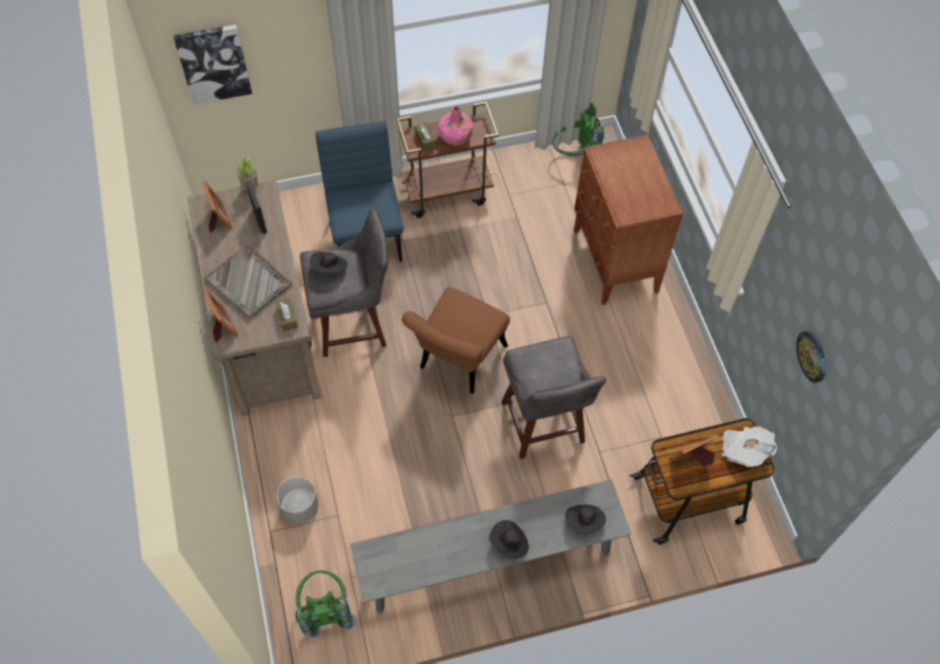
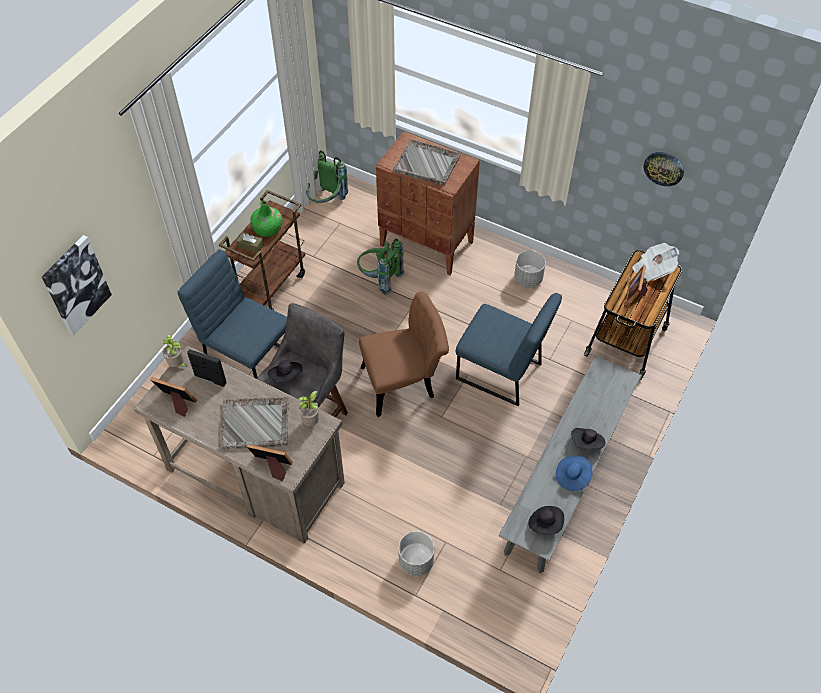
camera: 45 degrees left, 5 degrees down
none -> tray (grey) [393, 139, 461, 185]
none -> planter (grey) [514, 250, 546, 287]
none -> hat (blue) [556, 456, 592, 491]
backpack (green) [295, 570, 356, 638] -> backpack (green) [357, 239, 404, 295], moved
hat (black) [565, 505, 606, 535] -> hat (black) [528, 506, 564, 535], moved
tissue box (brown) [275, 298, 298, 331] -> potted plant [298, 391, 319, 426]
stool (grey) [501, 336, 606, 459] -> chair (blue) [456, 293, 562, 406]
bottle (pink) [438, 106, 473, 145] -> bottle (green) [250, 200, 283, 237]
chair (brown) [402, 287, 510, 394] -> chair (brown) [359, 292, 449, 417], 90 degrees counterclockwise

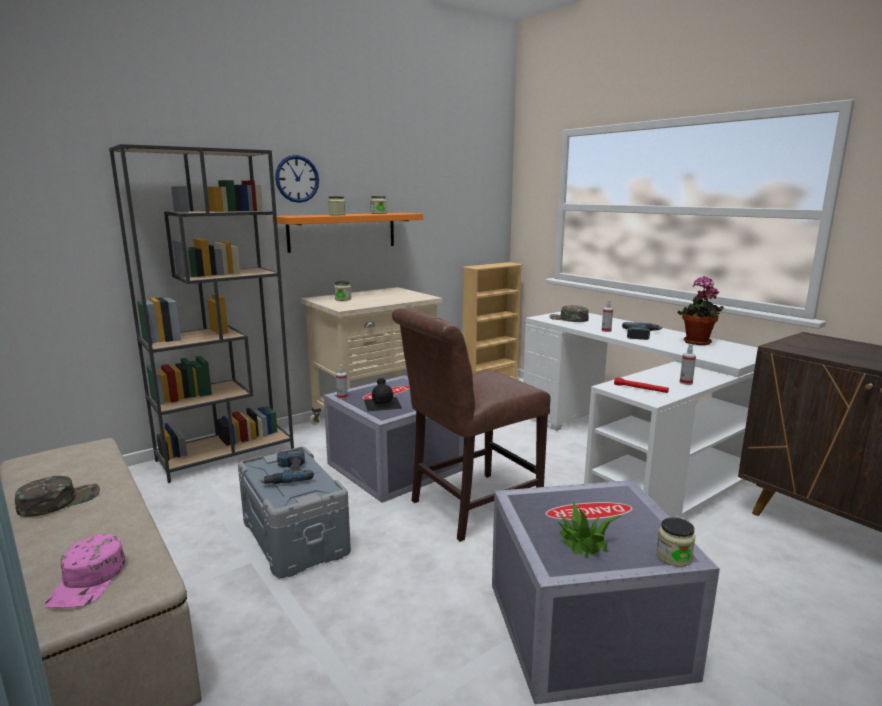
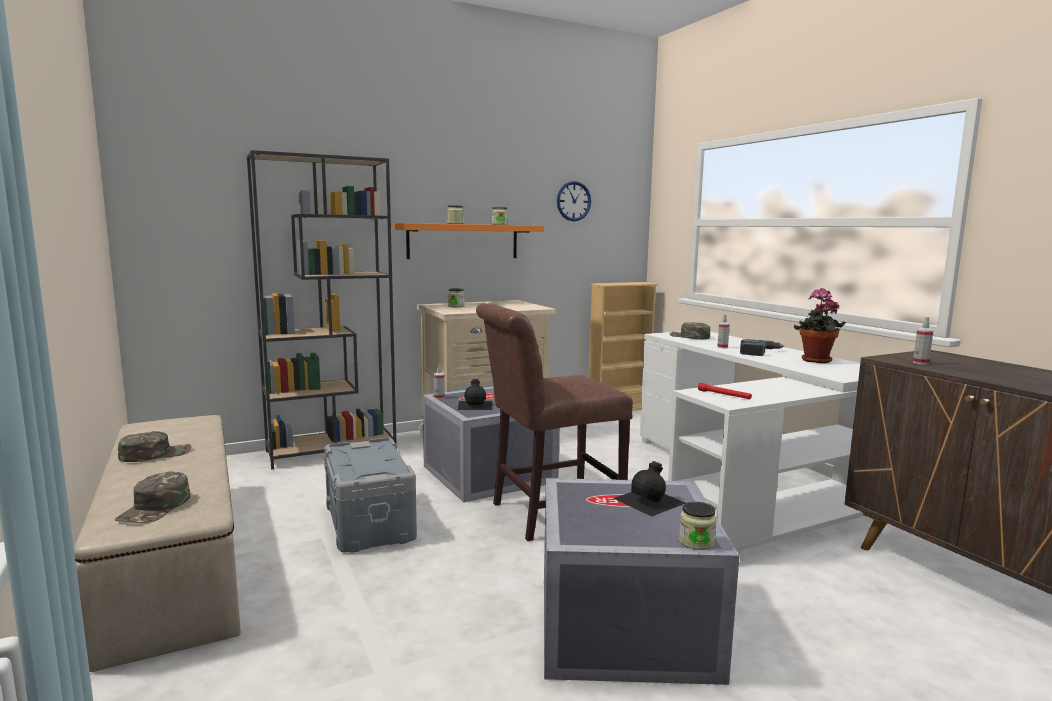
camera: 10 degrees right, 5 degrees down
power drill [259, 450, 314, 484] -> none
potted plant [556, 502, 623, 559] -> none
none -> bottle (black) [613, 461, 686, 517]
wall clock [275, 155, 319, 203] -> wall clock [557, 181, 591, 221], moved
spray bottle [680, 344, 696, 385] -> spray bottle [913, 317, 934, 365], moved
cap (pink) [45, 534, 125, 608] -> cap (green) [115, 471, 190, 523]

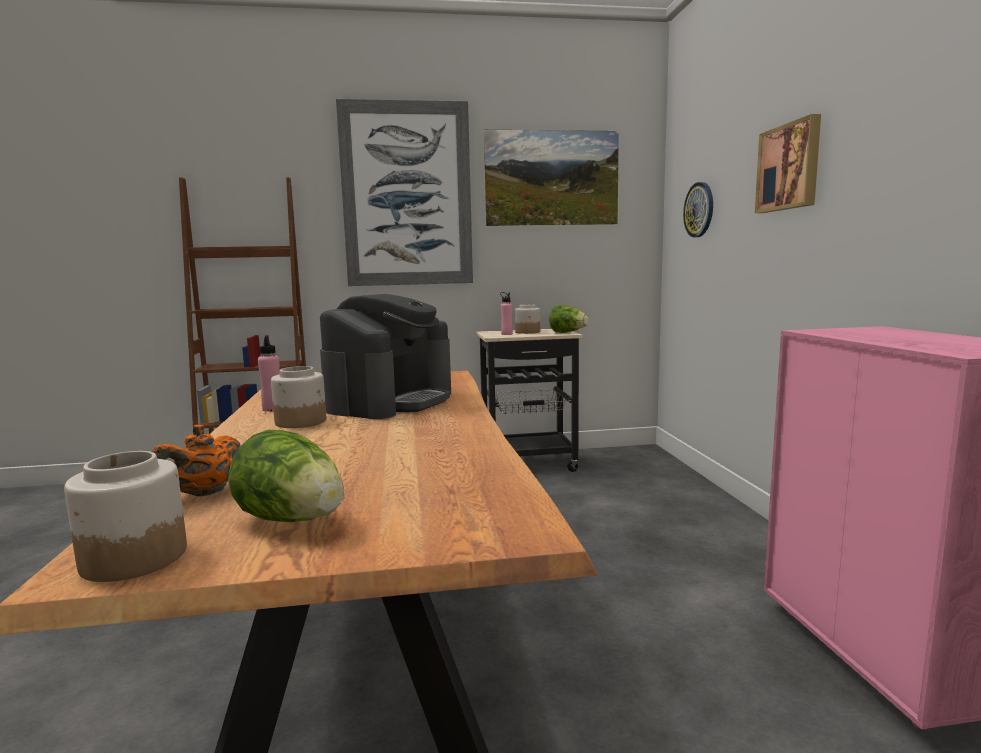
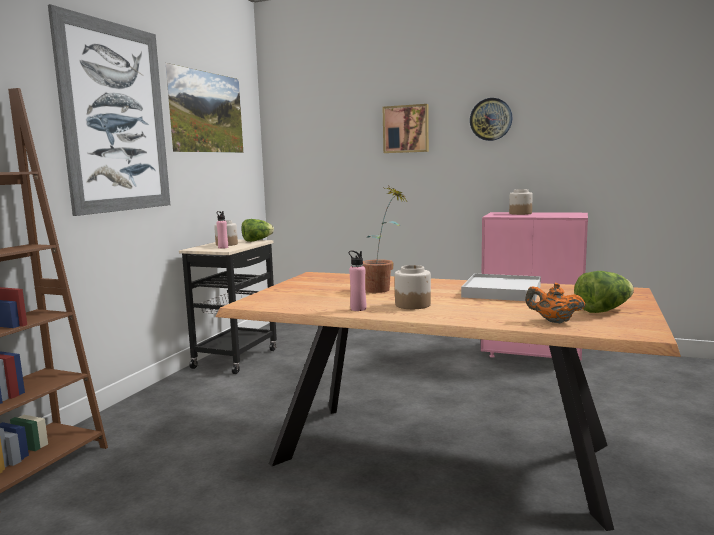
camera: 60 degrees left, 0 degrees up
none -> tray (white) [461, 274, 541, 301]
jar [64, 451, 187, 582] -> jar [509, 189, 533, 215], moved
wall clock [683, 182, 713, 237] -> wall clock [470, 98, 512, 141], moved
coffee machine [320, 294, 451, 419] -> potted plant [363, 187, 407, 293]
teapot (orange) [151, 425, 240, 497] -> teapot (orange) [525, 283, 586, 323], 150 degrees clockwise

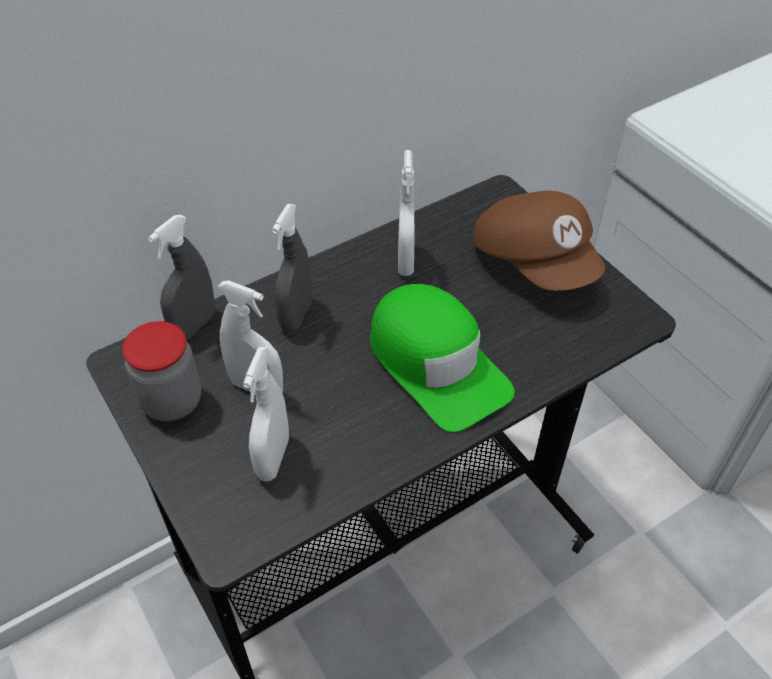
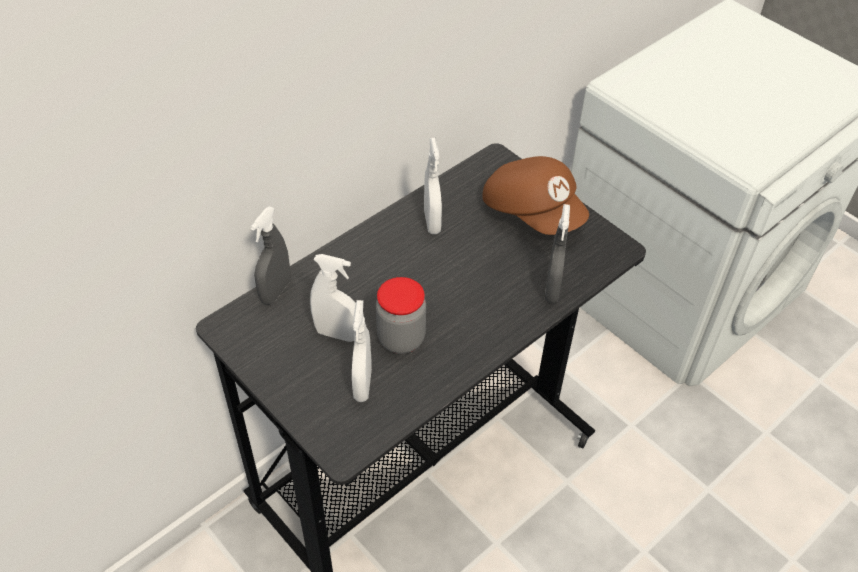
camera: 10 degrees left, 0 degrees up
cap (green) [370, 284, 515, 432] -> none
jar [122, 321, 201, 421] -> jar [376, 277, 426, 354], moved
spray bottle (grey) [272, 204, 312, 332] -> spray bottle (grey) [545, 204, 570, 303], moved

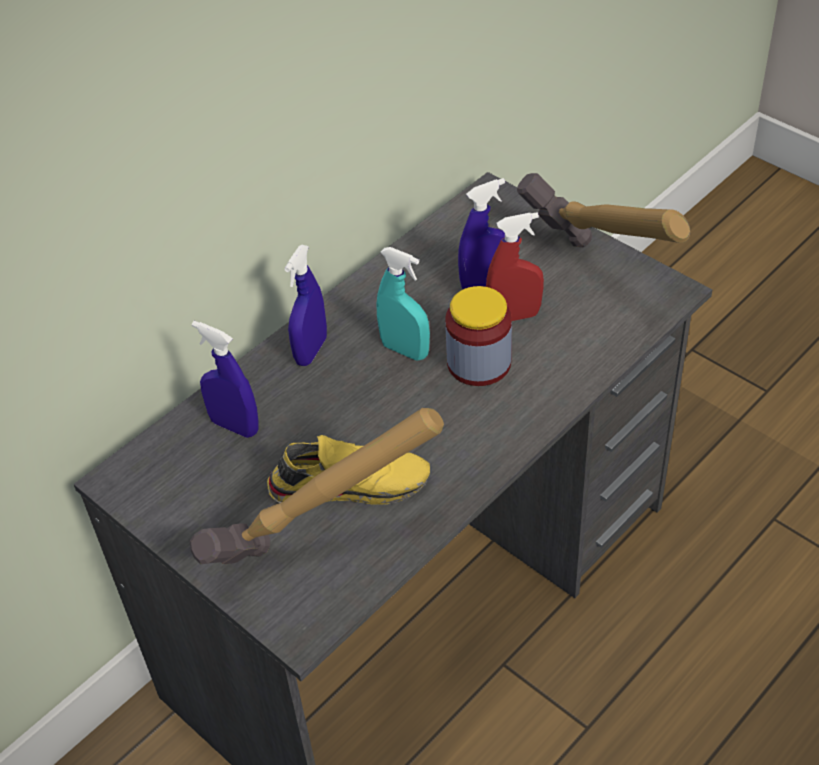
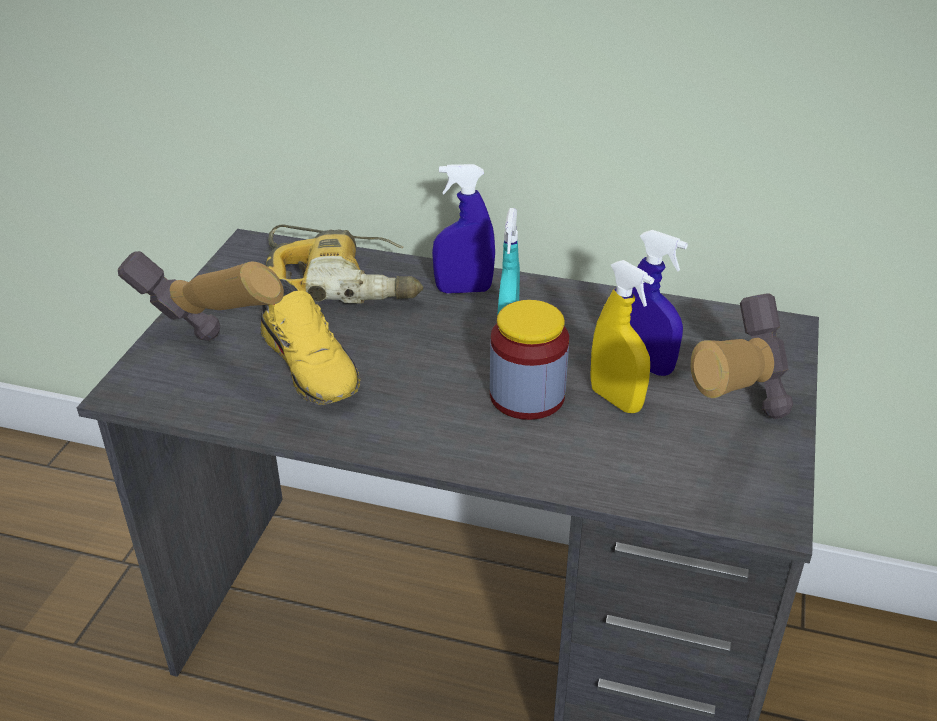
camera: 60 degrees right, 10 degrees down
spray bottle (blue) [192, 321, 259, 438] -> power drill [266, 224, 423, 304]
spray bottle (red) [486, 212, 544, 321] -> spray bottle (yellow) [590, 260, 654, 413]

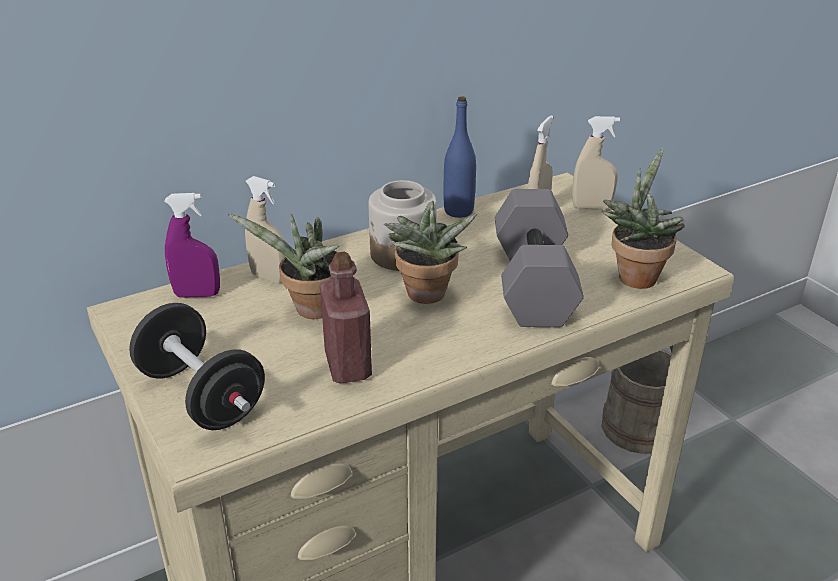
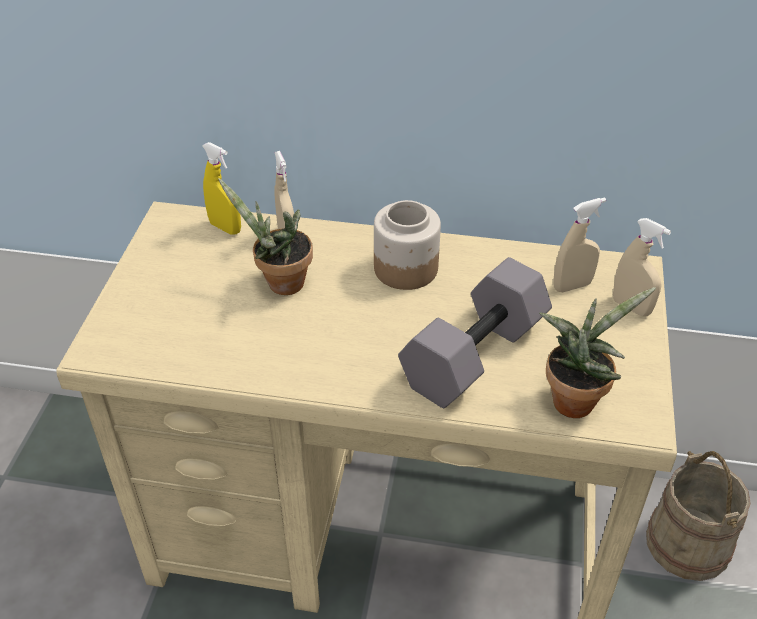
camera: 40 degrees right, 10 degrees up
dumbbell (black) [129, 303, 265, 430] -> none
bottle (red) [320, 252, 372, 383] -> none
potted plant [384, 201, 478, 304] -> none
bottle (blue) [444, 96, 476, 218] -> none
spray bottle (purple) [164, 193, 220, 298] -> spray bottle (yellow) [202, 142, 241, 235]

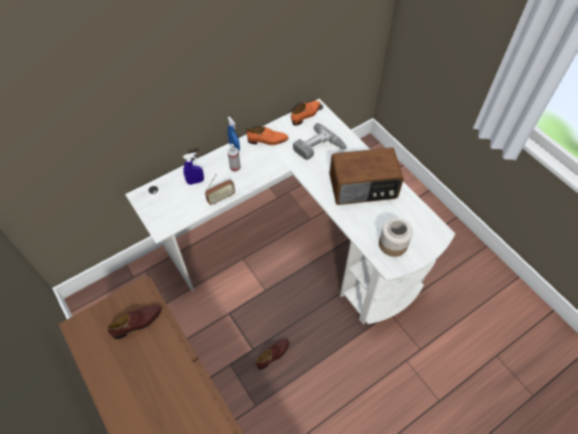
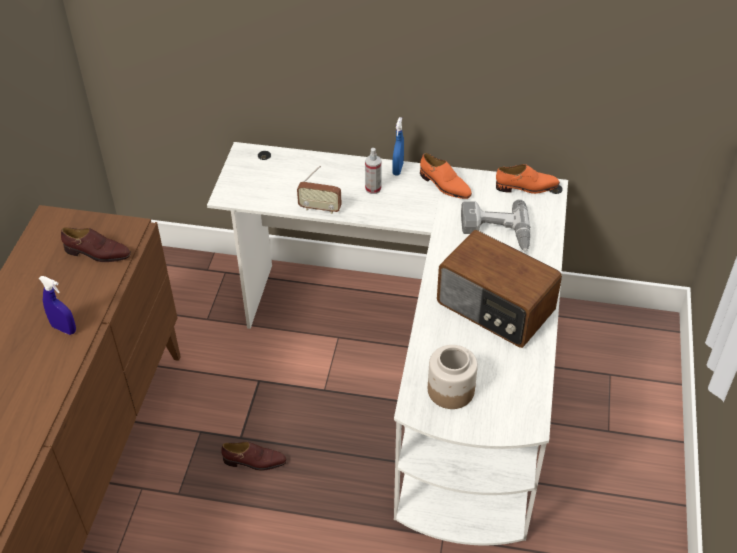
camera: 45 degrees right, 10 degrees down
spray bottle (blue) [183, 153, 204, 185] -> spray bottle (blue) [39, 276, 76, 335], moved

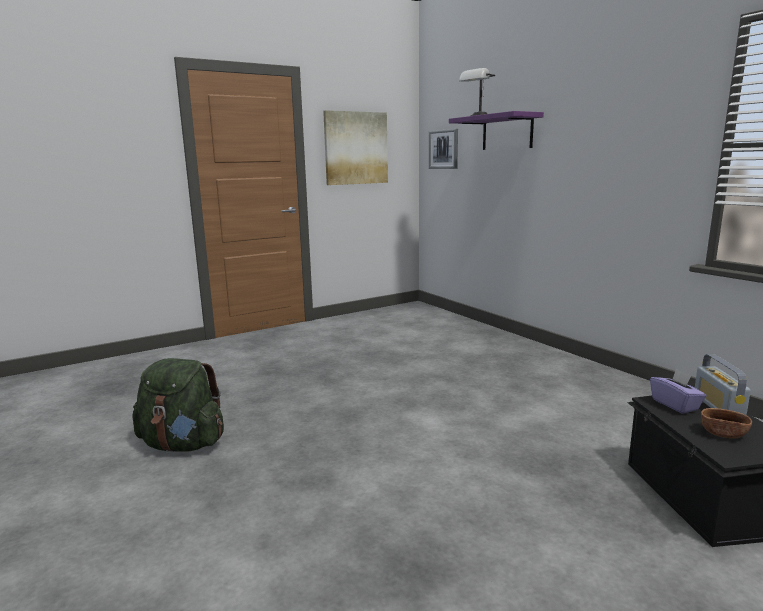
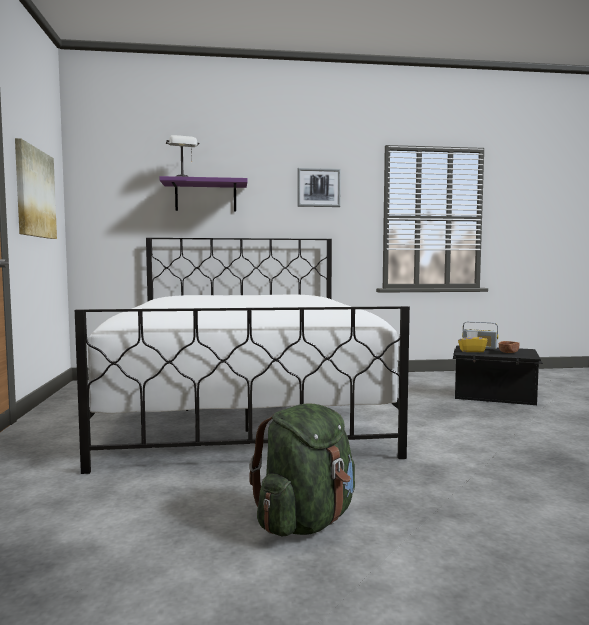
camera: 65 degrees left, 10 degrees down
none -> bed (white) [75, 238, 410, 474]
picture [429, 129, 458, 169] -> picture [298, 168, 341, 207], moved
tissue box (purple) [650, 369, 707, 414] -> tissue box (yellow) [458, 331, 488, 352]

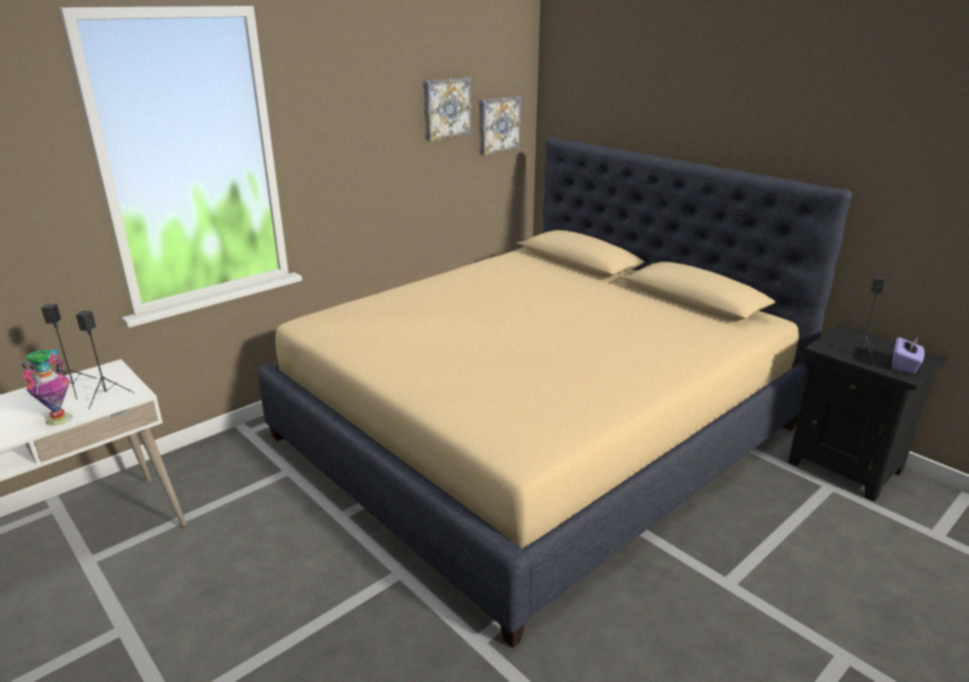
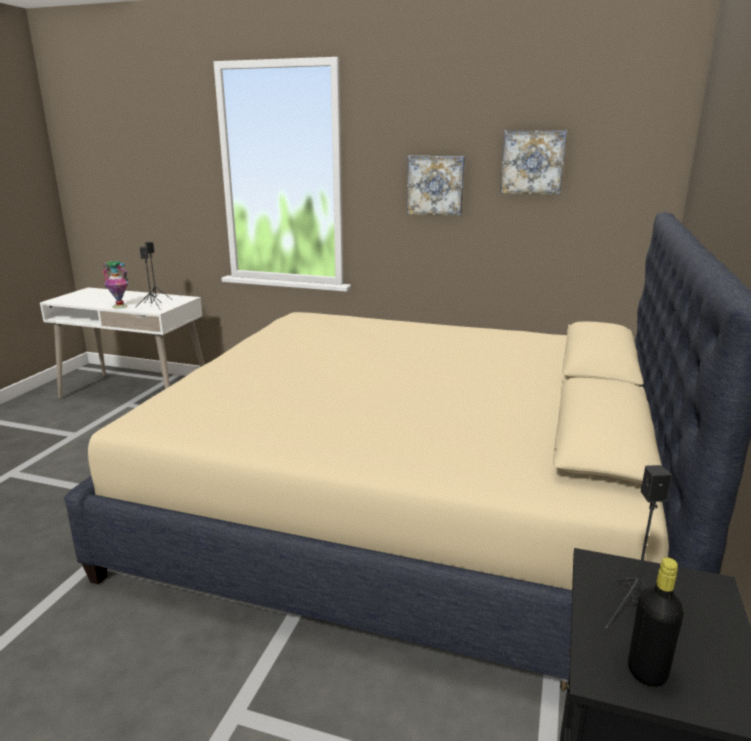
camera: 60 degrees right, 5 degrees down
picture [479, 96, 521, 155] -> picture [407, 156, 465, 216], moved
tissue box (purple) [892, 336, 925, 374] -> bottle (black) [628, 557, 684, 687]

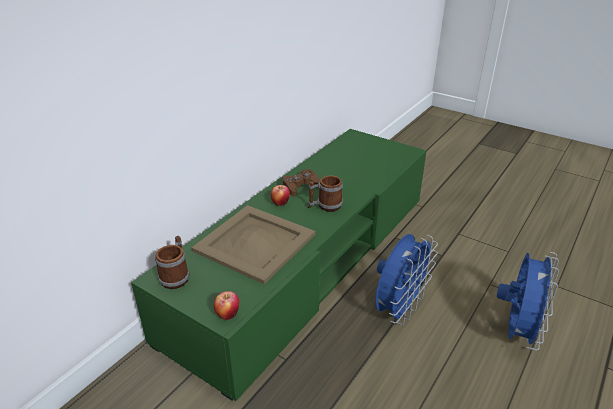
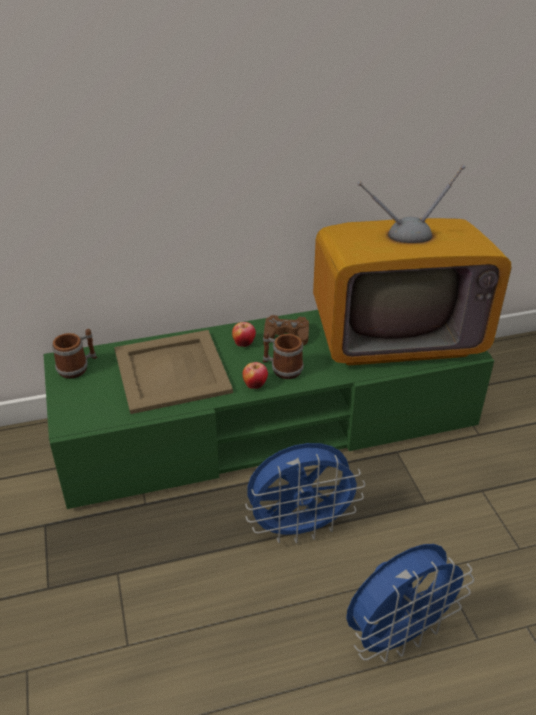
camera: 40 degrees right, 5 degrees up
none -> television [313, 165, 511, 365]
apple [214, 291, 239, 320] -> apple [243, 362, 268, 389], moved

